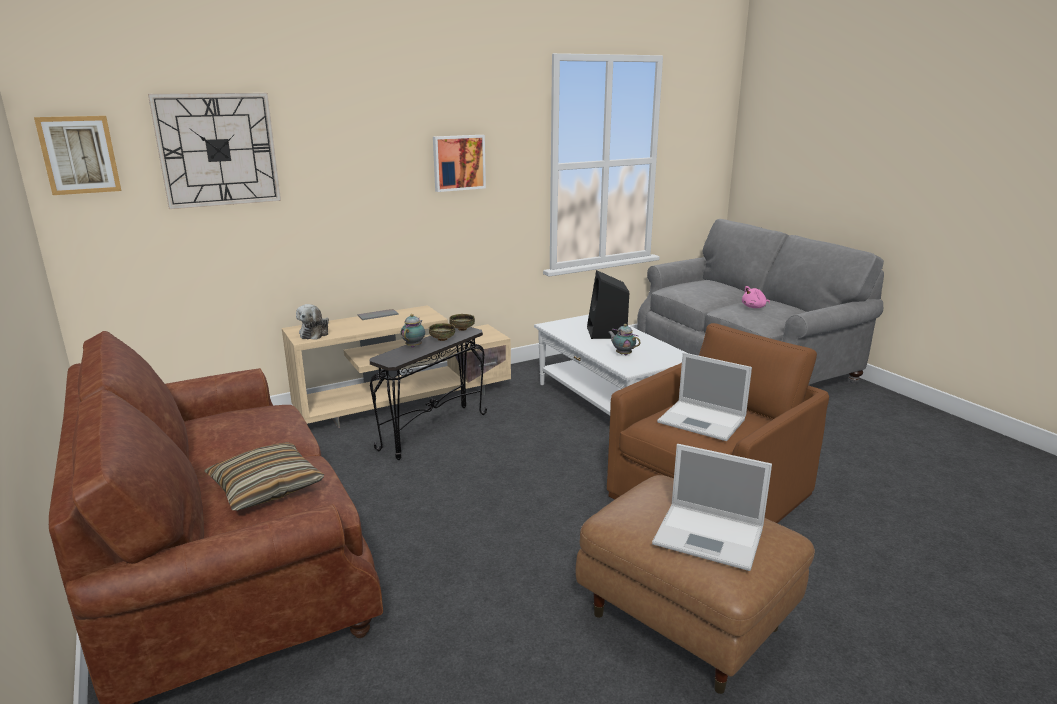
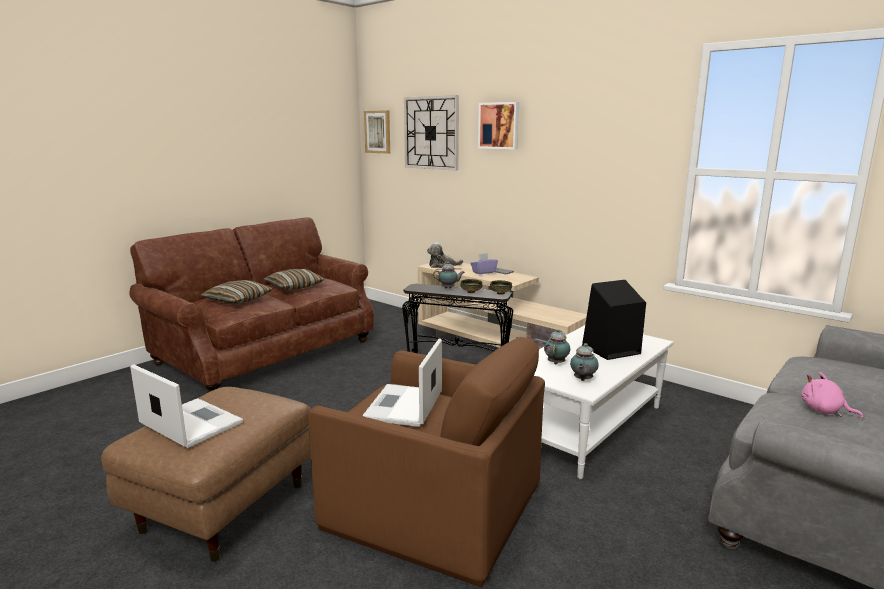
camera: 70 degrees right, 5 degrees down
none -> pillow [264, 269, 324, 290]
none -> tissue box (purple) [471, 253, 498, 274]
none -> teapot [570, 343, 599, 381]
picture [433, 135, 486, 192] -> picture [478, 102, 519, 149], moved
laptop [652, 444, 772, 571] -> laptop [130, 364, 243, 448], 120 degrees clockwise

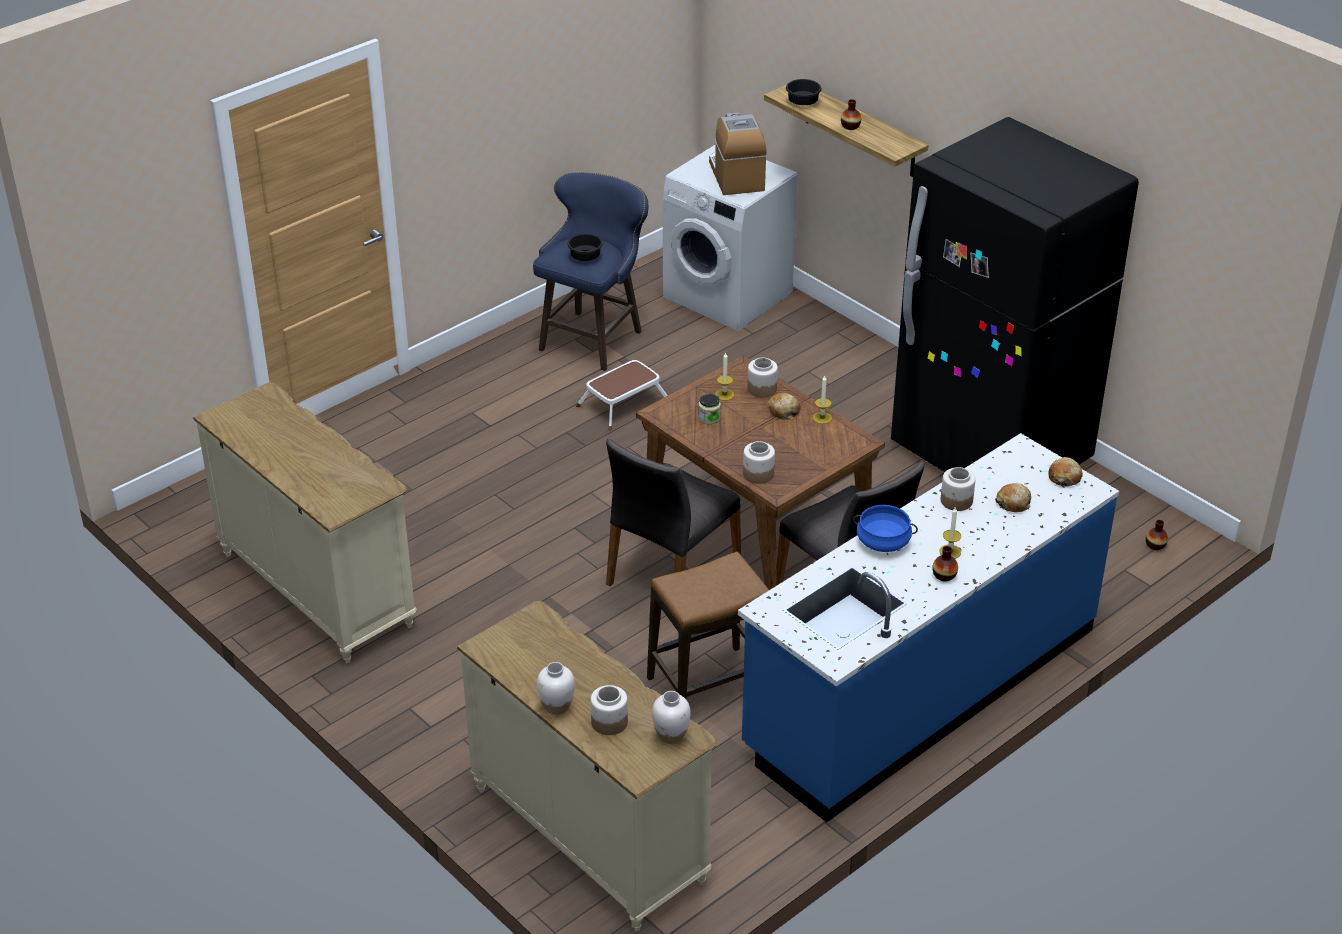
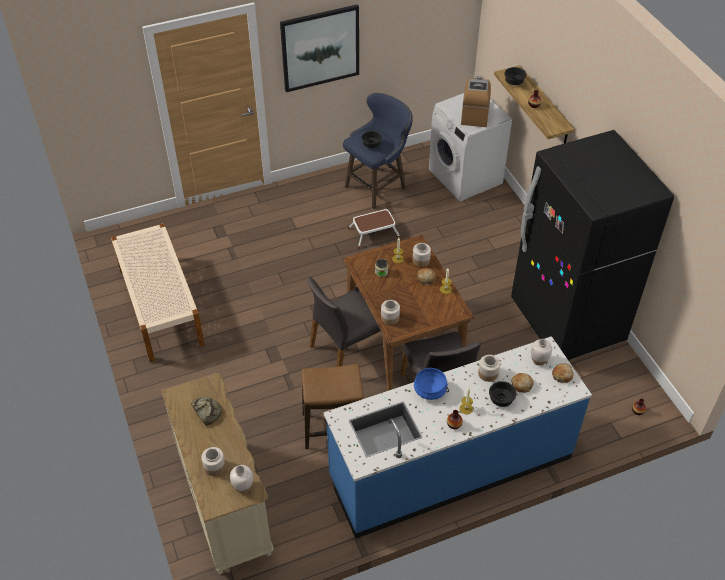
camera: 20 degrees right, 10 degrees up
none -> bread [191, 397, 222, 426]
none -> picture [280, 4, 359, 92]
none -> bowl (black) [489, 381, 517, 407]
vase (white) [537, 662, 575, 715] -> vase (white) [531, 339, 552, 366], moved
dresser (beige) [193, 382, 417, 664] -> bench (beige) [111, 223, 205, 362]

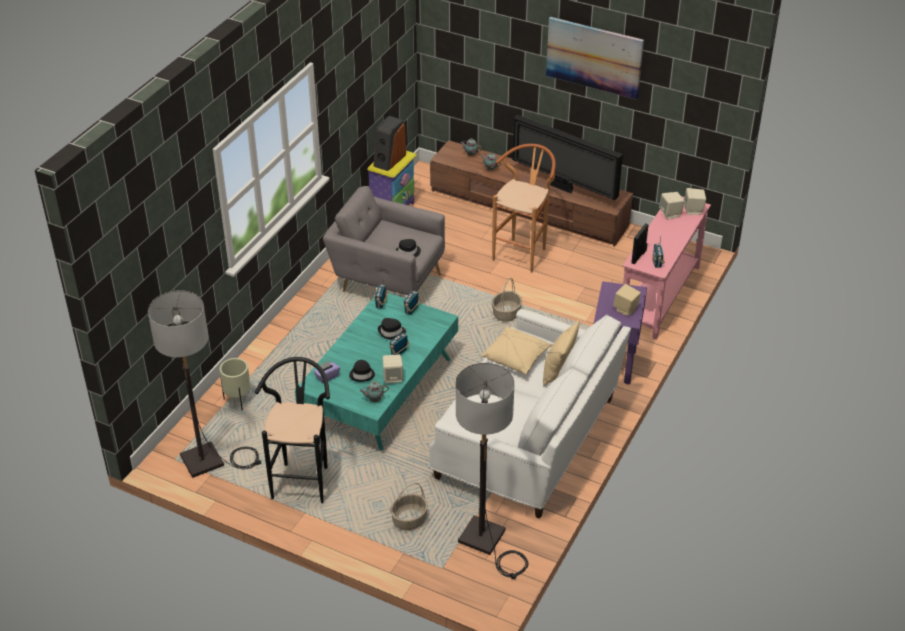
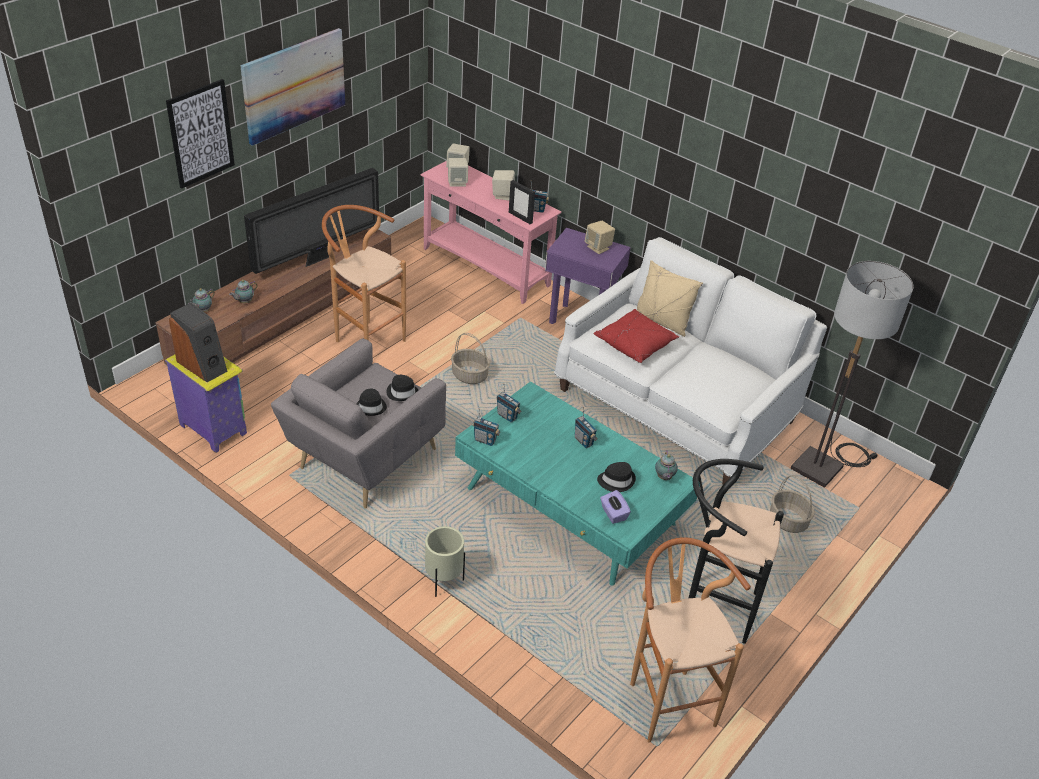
camera: 80 degrees left, 0 degrees up
none -> picture [166, 79, 235, 189]
planter (beige) [220, 358, 251, 410] -> planter (beige) [425, 526, 465, 597], moved
hat (black) [378, 318, 406, 340] -> hat (black) [356, 389, 387, 416], moved
speaker (beige) [383, 354, 403, 384] -> speaker (beige) [492, 170, 515, 200], moved
floor lamp [148, 290, 261, 478] -> stool (brown) [630, 537, 751, 743]
pillow (beige) [481, 326, 553, 375] -> pillow (red) [594, 309, 679, 363]

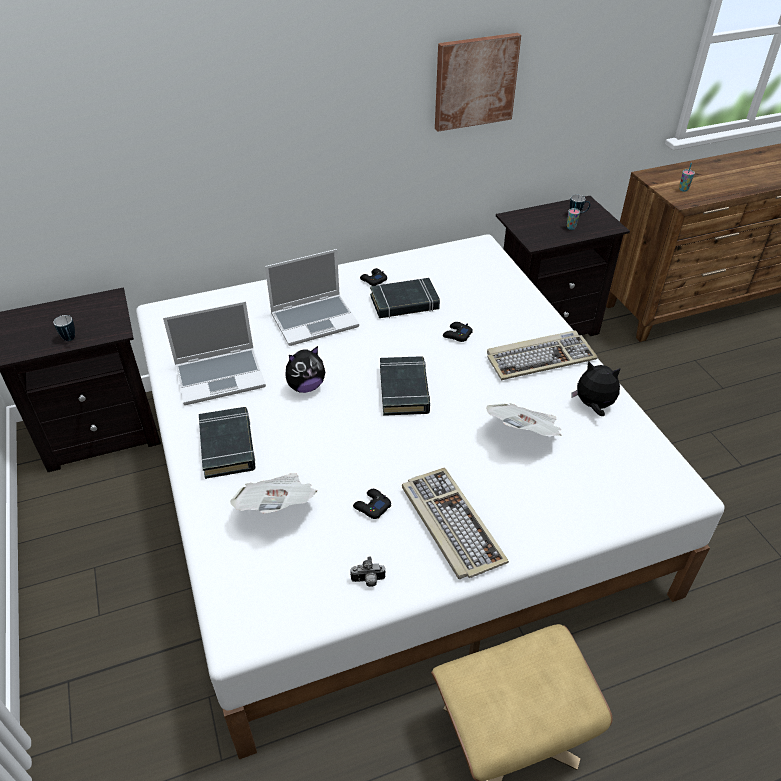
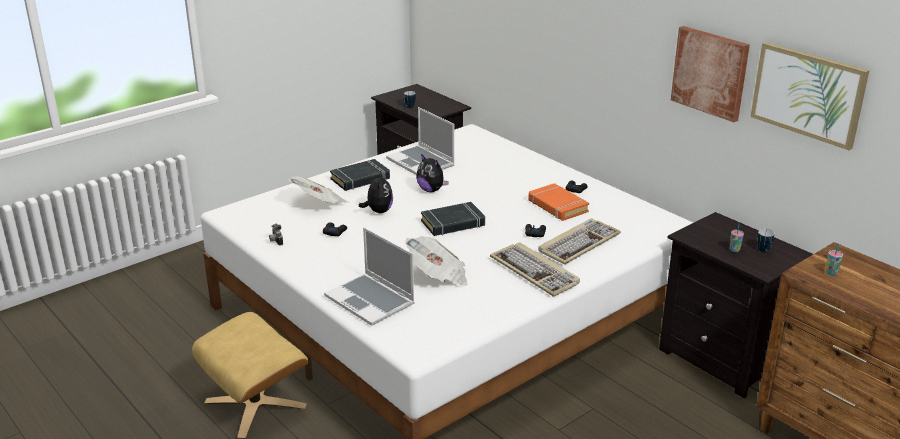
camera: 70 degrees right, 15 degrees down
none -> picture [750, 42, 870, 150]
laptop [265, 249, 359, 346] -> laptop [324, 227, 415, 326], moved
keyboard [402, 468, 509, 579] -> keyboard [538, 218, 621, 265], moved
plush toy [571, 361, 621, 416] -> plush toy [359, 172, 393, 213], moved
book (black) [370, 278, 440, 318] -> book (orange) [528, 183, 589, 221]

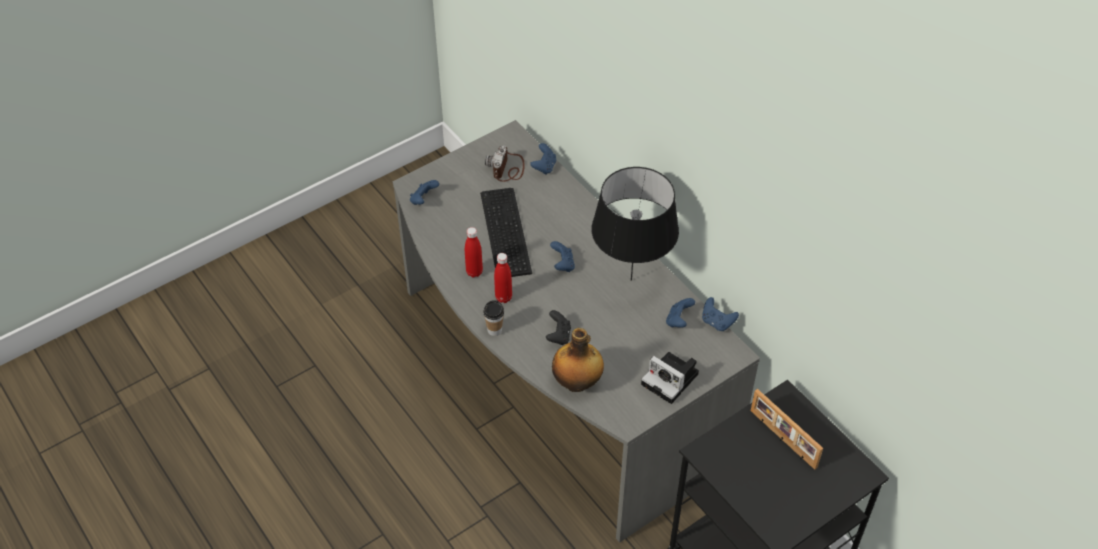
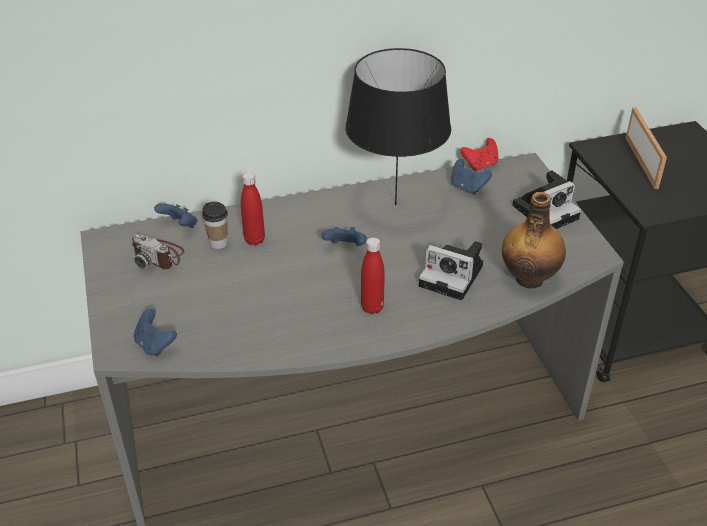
camera: 70 degrees left, 10 degrees down
keyboard [480, 188, 532, 277] -> none
bottle (red) [465, 227, 483, 277] -> bottle (red) [241, 172, 265, 246], moved
cup [483, 300, 504, 336] -> cup [202, 201, 228, 249], moved
game controller (black) [546, 310, 571, 345] -> photo camera [419, 241, 483, 300]
game controller (blue) [702, 297, 739, 331] -> game controller (red) [461, 138, 499, 171]
picture frame [751, 389, 823, 470] -> picture frame [626, 108, 667, 189], 75 degrees counterclockwise

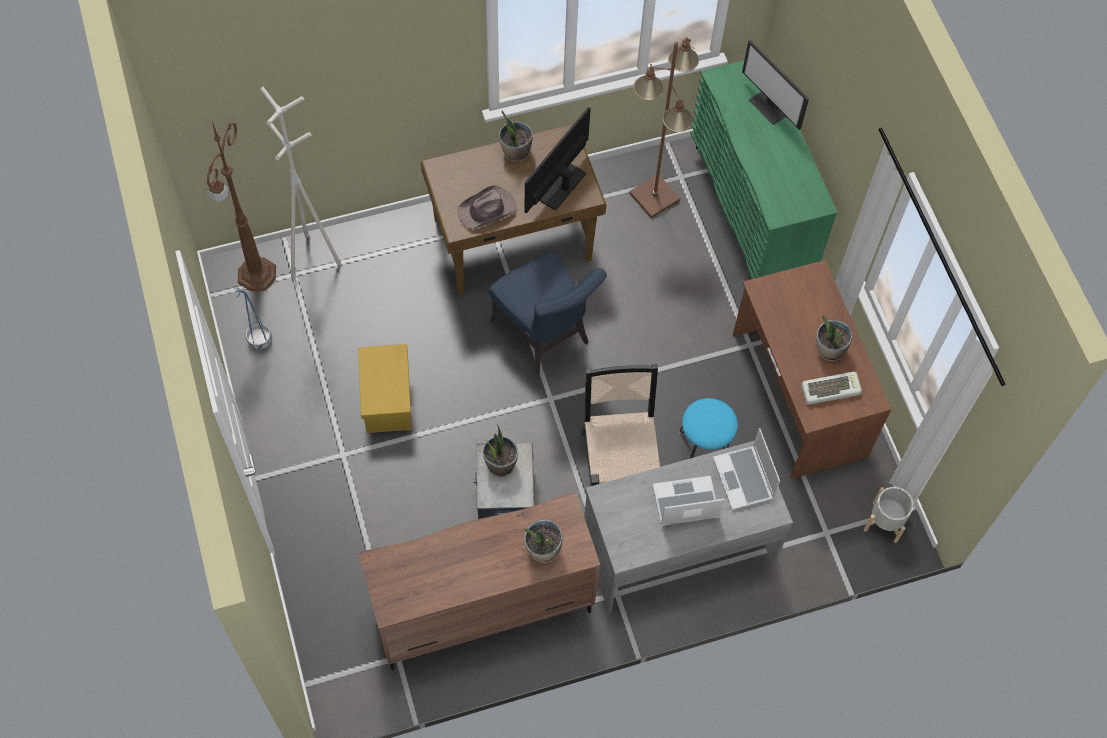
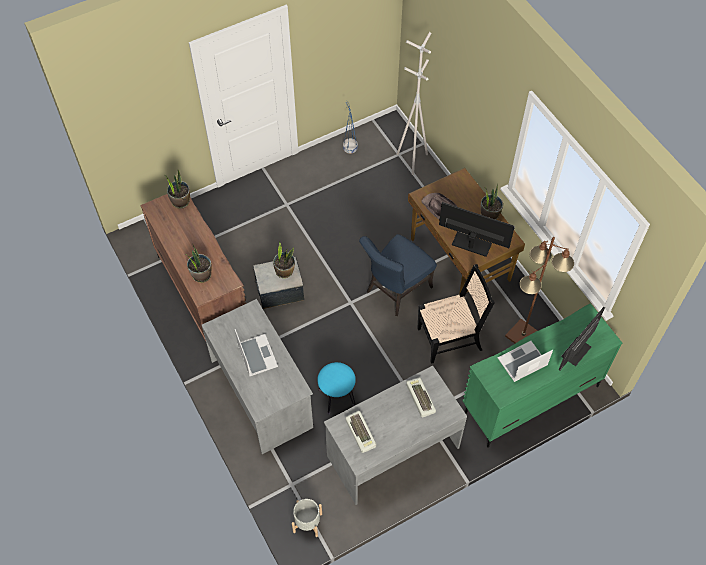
camera: 80 degrees right, 5 degrees down
floor lamp (brown) [207, 121, 276, 291] -> none
storage box (yellow) [358, 344, 411, 433] -> none
none -> keyboard [406, 377, 436, 418]
chair [581, 364, 660, 486] -> chair [417, 264, 495, 364], moved
laptop [713, 428, 780, 510] -> laptop [498, 341, 553, 382], moved
potted plant [816, 315, 852, 361] -> potted plant [165, 170, 190, 209], moved
desk (brown) [733, 260, 892, 479] -> desk (grey) [324, 366, 467, 505]

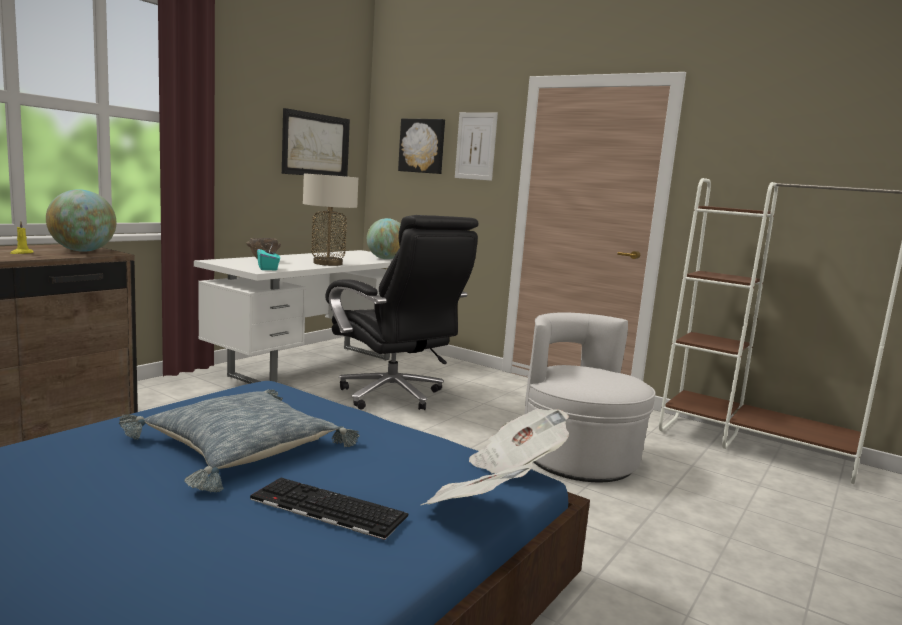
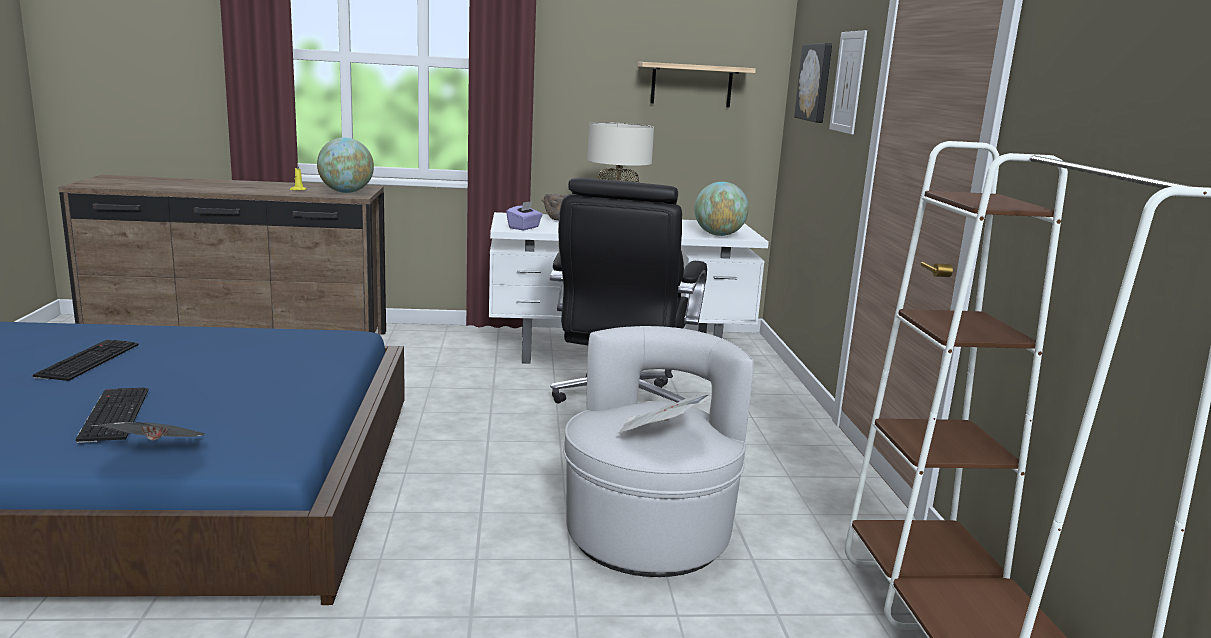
camera: 50 degrees right, 5 degrees up
pillow [119, 389, 360, 493] -> none
none -> keyboard [33, 340, 138, 381]
newspaper [469, 409, 569, 474] -> newspaper [616, 392, 710, 434], moved
picture [282, 108, 350, 177] -> shelf [638, 62, 756, 108]
tissue box (turquoise) [257, 245, 280, 270] -> tissue box (purple) [506, 201, 543, 230]

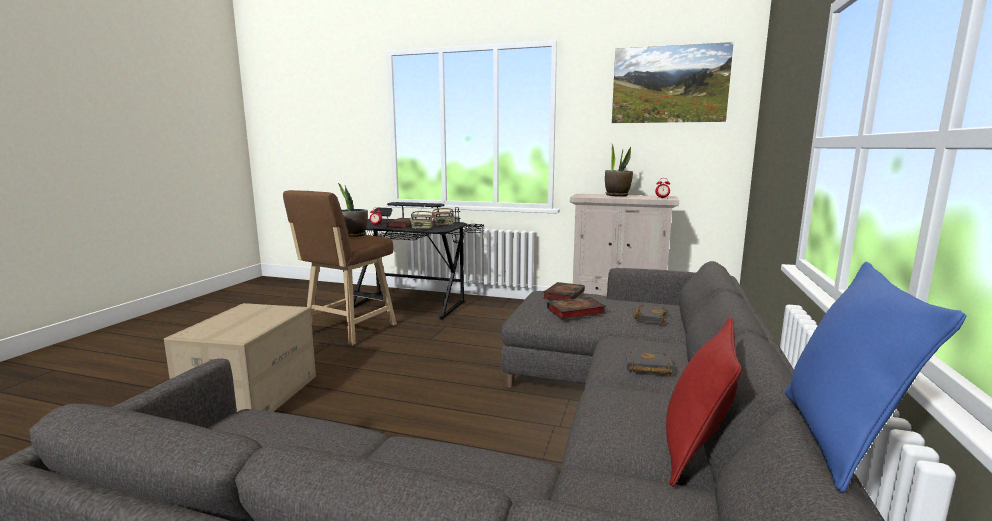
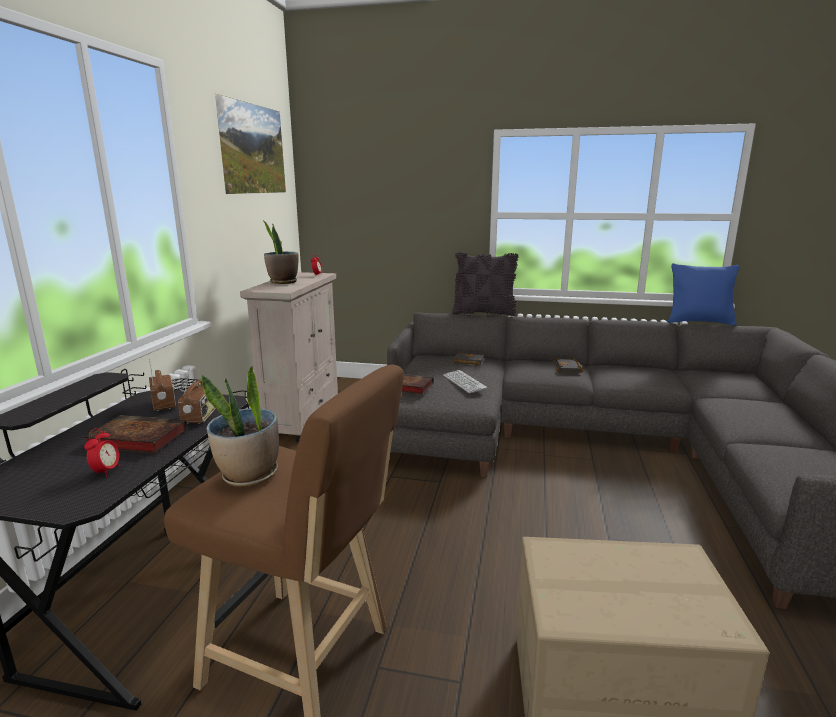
camera: 95 degrees left, 5 degrees up
pillow (red) [666, 317, 742, 487] -> none
none -> pillow (black) [452, 252, 519, 316]
book [547, 297, 606, 319] -> keyboard [443, 370, 487, 393]

